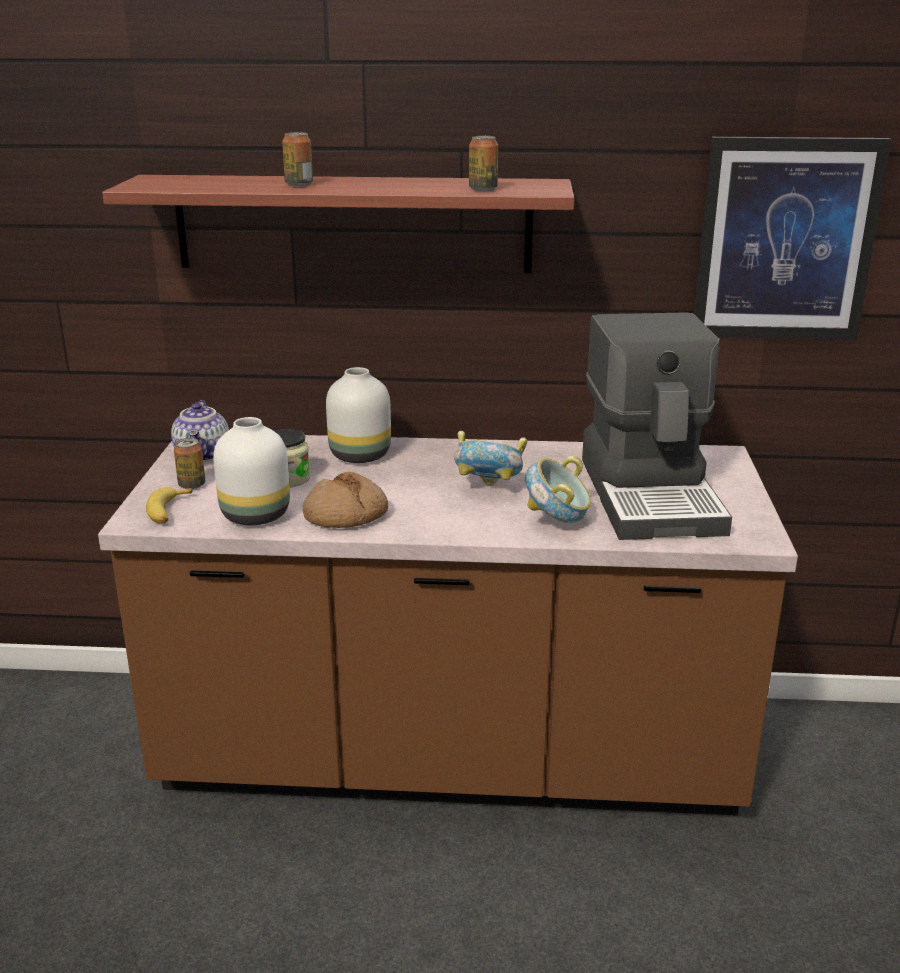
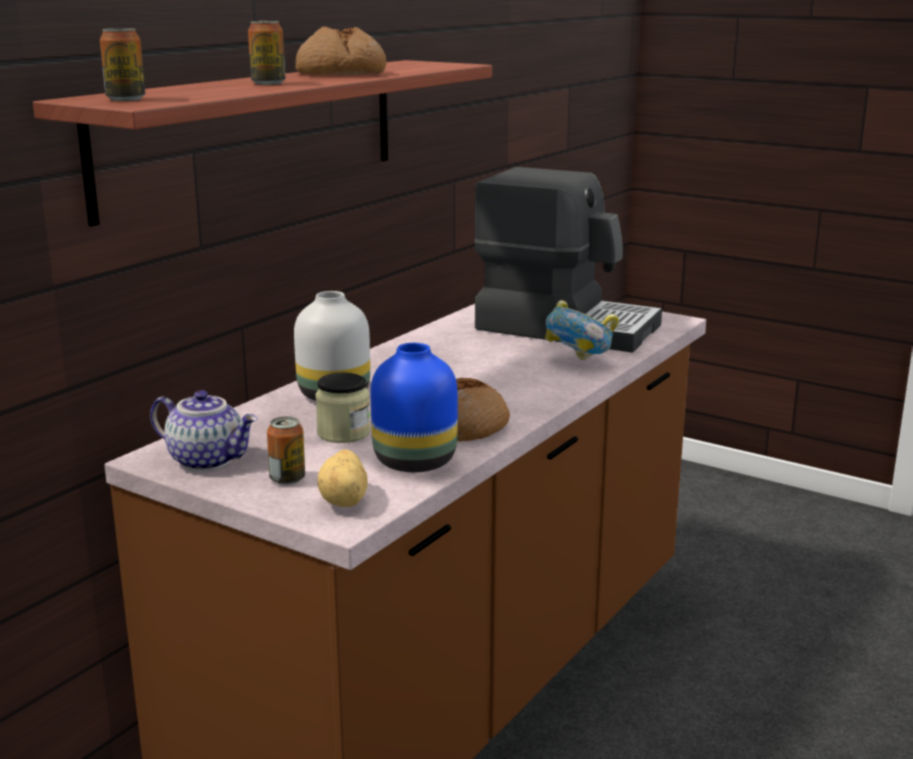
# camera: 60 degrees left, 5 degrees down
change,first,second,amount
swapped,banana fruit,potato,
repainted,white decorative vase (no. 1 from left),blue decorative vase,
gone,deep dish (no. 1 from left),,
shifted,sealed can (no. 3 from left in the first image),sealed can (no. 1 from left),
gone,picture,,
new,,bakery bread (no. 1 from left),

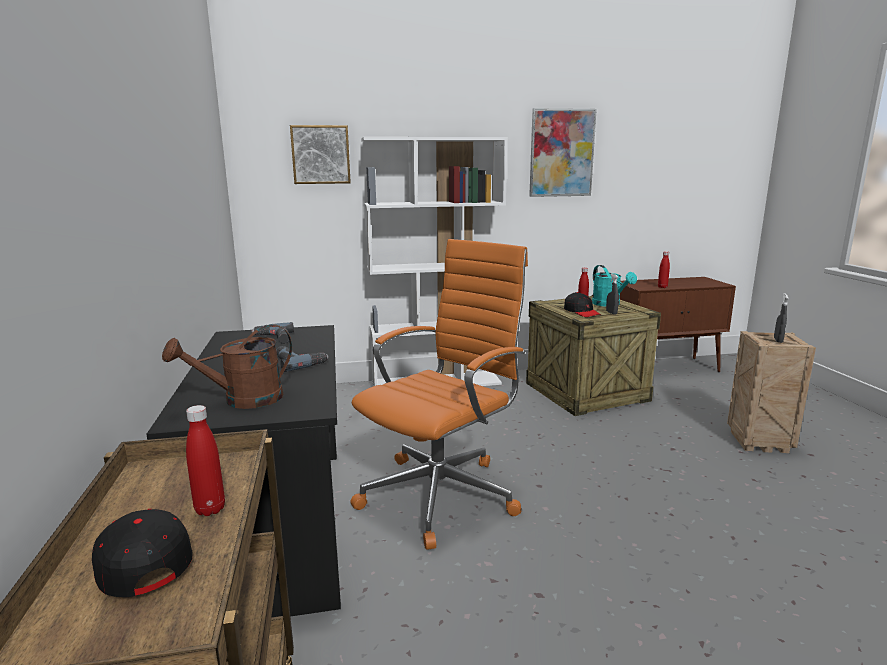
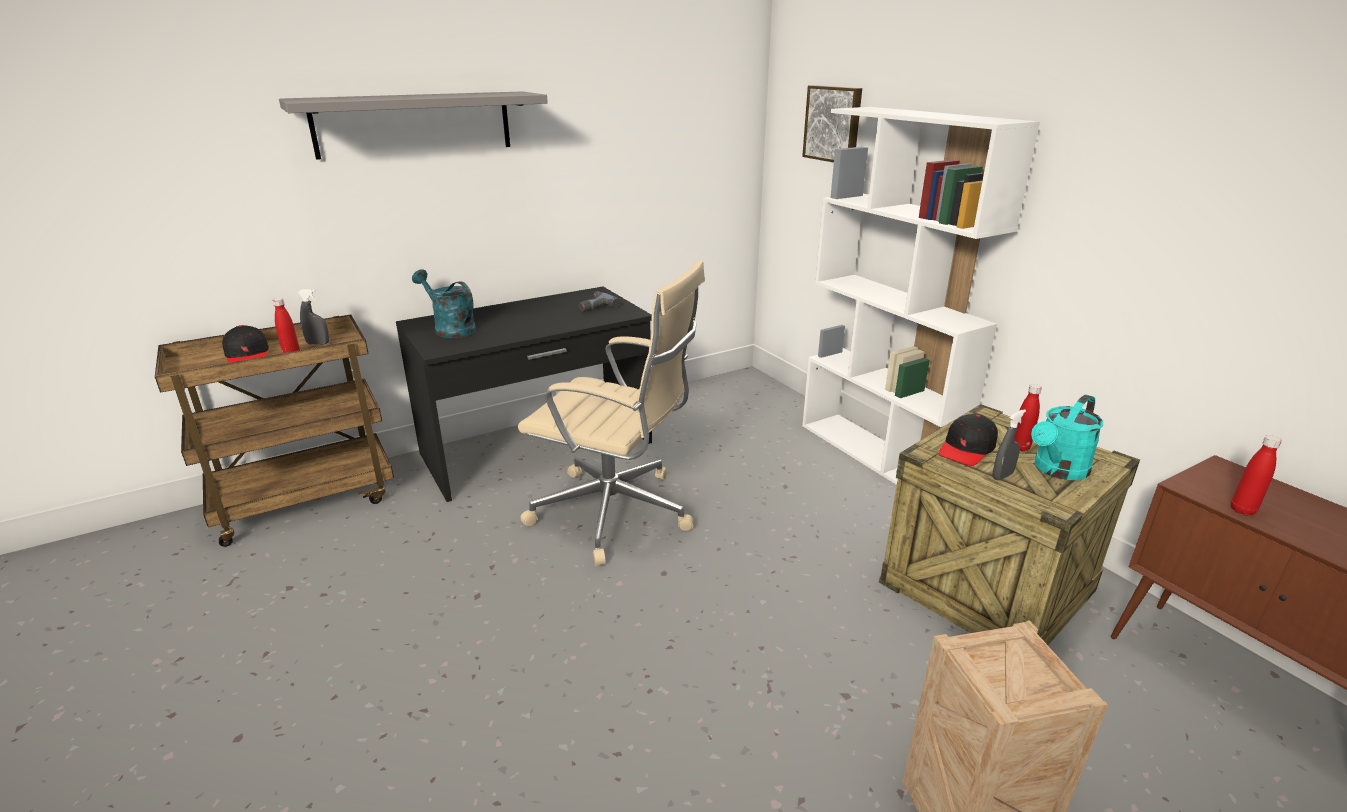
# camera: 70 degrees right, 10 degrees up
change,first,second,amount
rotated,black peaked cap (no. 1 from left),,120 degrees clockwise
repainted,brownish sprinkling can,turquoise-coloured sprinkling can (no. 1 from left),
gone,electric drill (no. 2 from left),,
repainted,orangey office chair,beige-coloured office chair,
gone,picture (no. 2 from left),,
shifted,grey sprayer (no. 2 from left in the first image),grey sprayer (no. 1 from left),
new,,grey shelf,

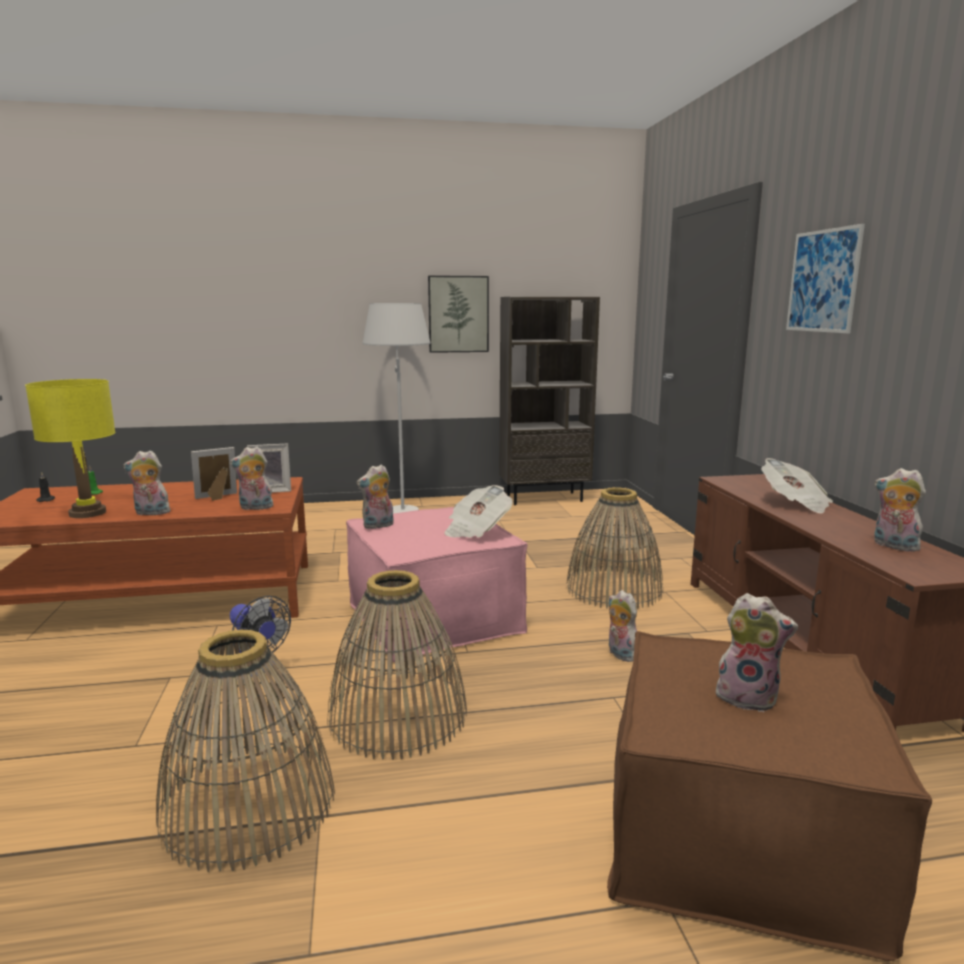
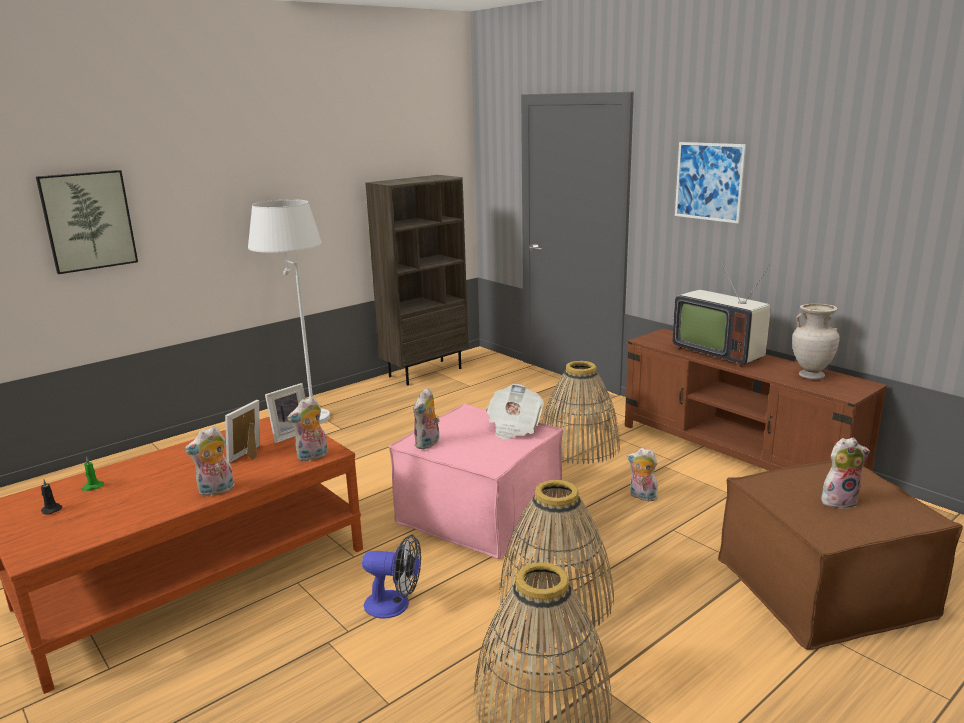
# camera: 30 degrees left, 5 degrees up
change,first,second,amount
gone,yellow-coloured tabletop lamp,,
shifted,picture (no. 1 from left),,
swapped,printed paper (no. 2 from left),TV set,
swapped,plush toy (no. 6 from left),beige-coloured decorative vase,

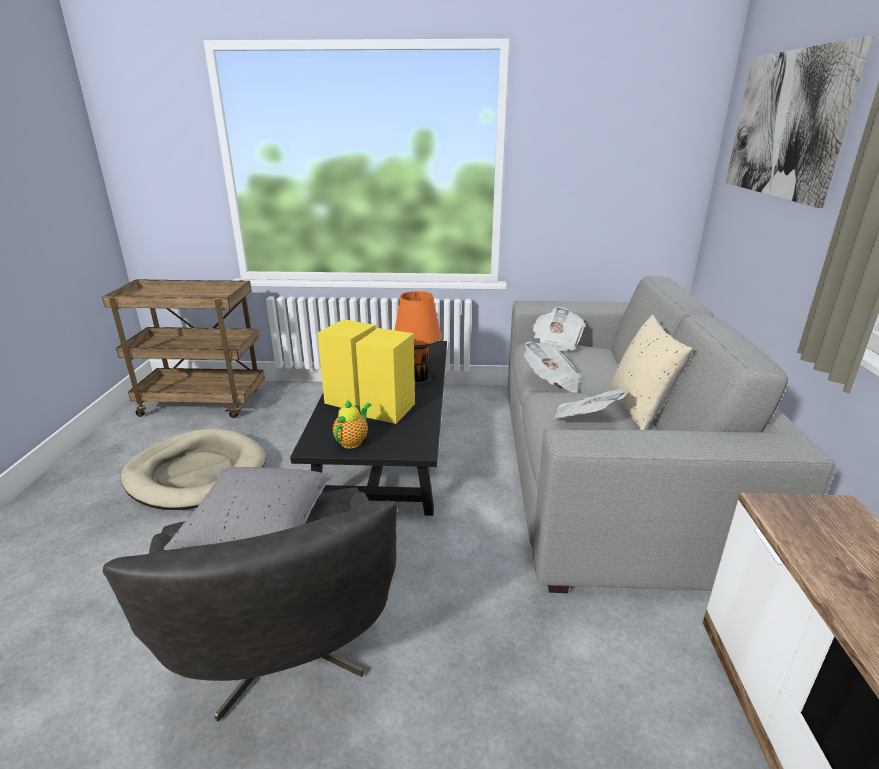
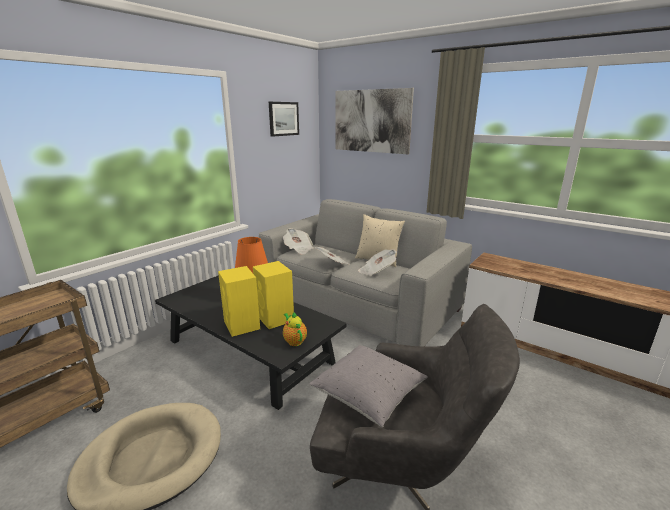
# camera: 55 degrees left, 5 degrees down
change,first,second,amount
new,,picture (no. 1 from left),

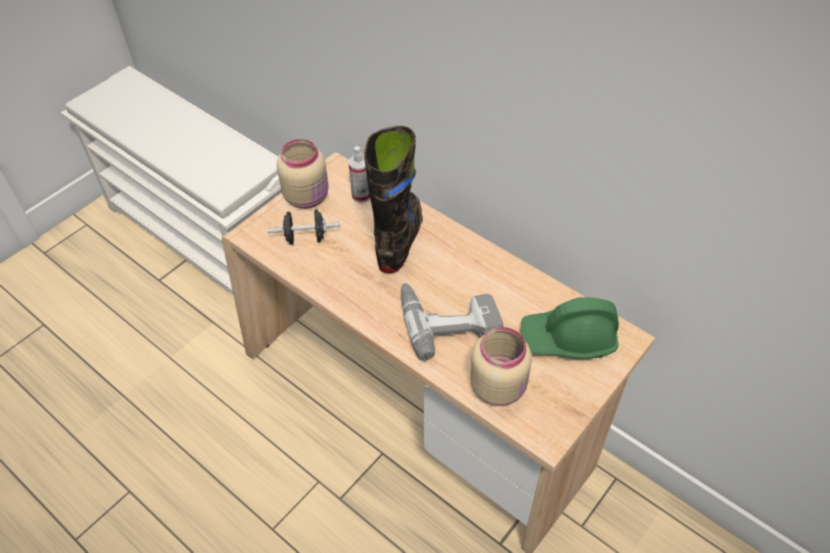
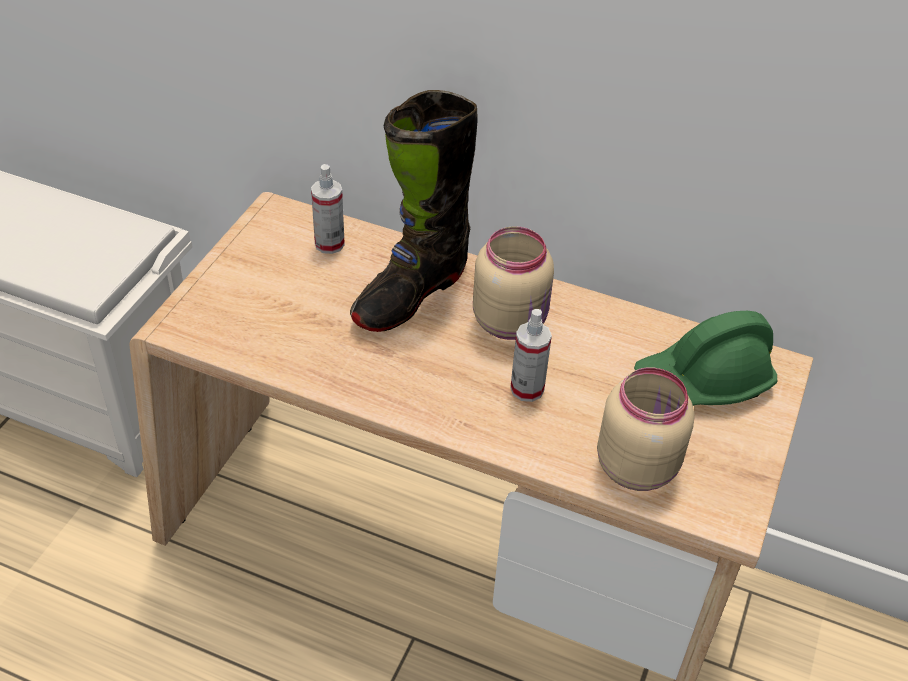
# camera: 20 degrees left, 5 degrees down
change,first,second,amount
gone,black dumbbell,,
shifted,beige-coloured jar (no. 1 from left),,
rotated,black boot,,135 degrees counterclockwise
swapped,electric drill,sprayer (no. 2 from left),

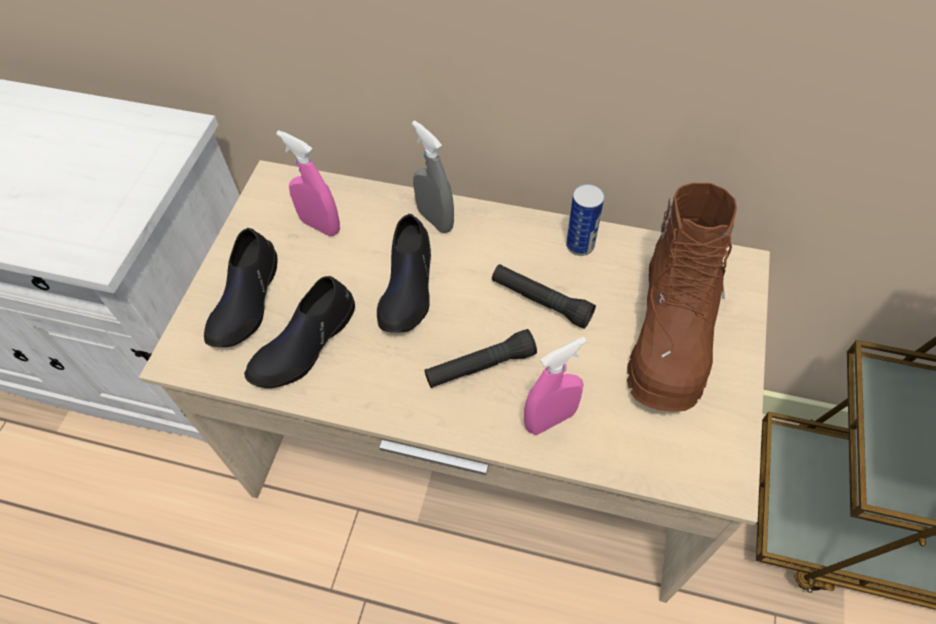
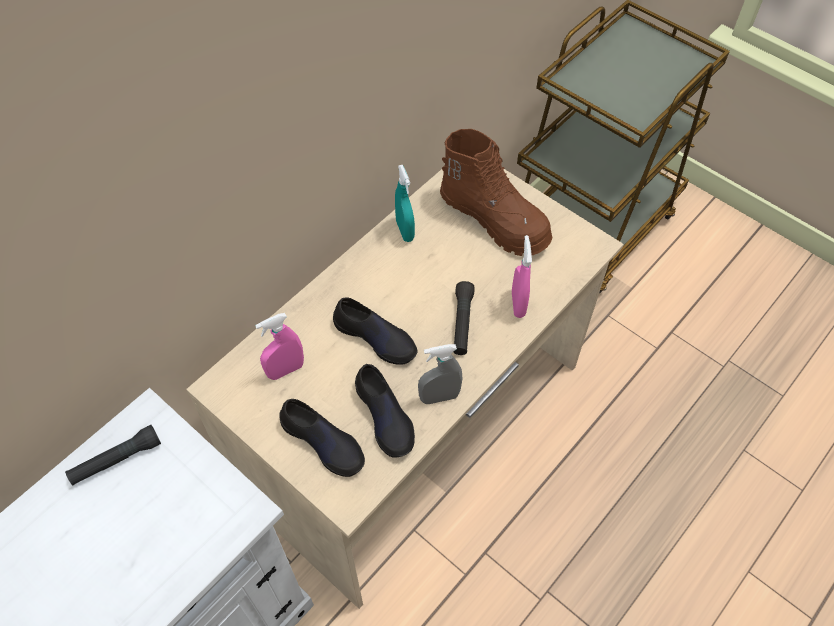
# camera: 65 degrees left, 0 degrees up
change,first,second,amount
shifted,grey sprayer,,
shifted,black hand torch (no. 2 from left in the first image),black hand torch (no. 1 from left),
swapped,sealed can,turquoise-coloured sprayer,

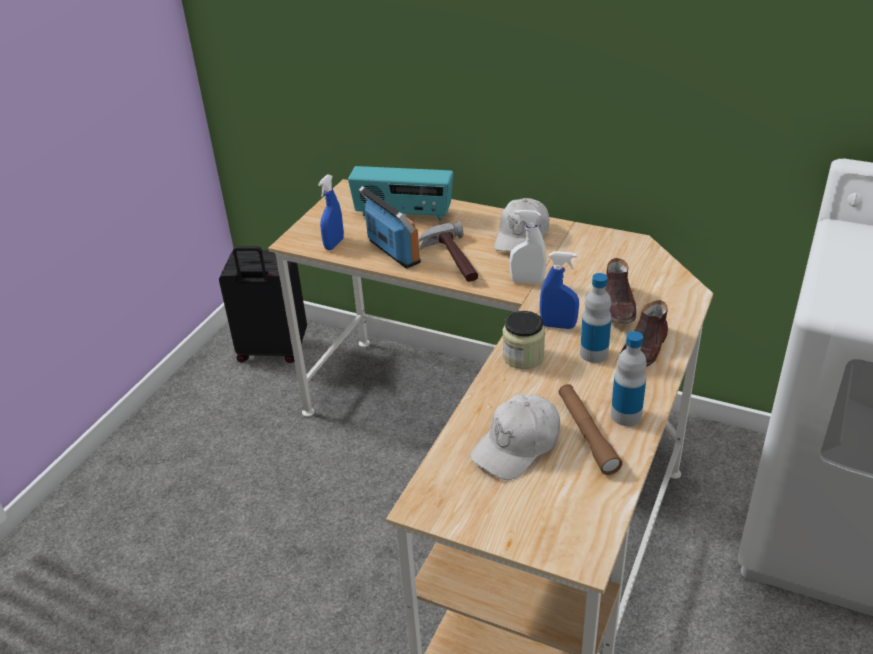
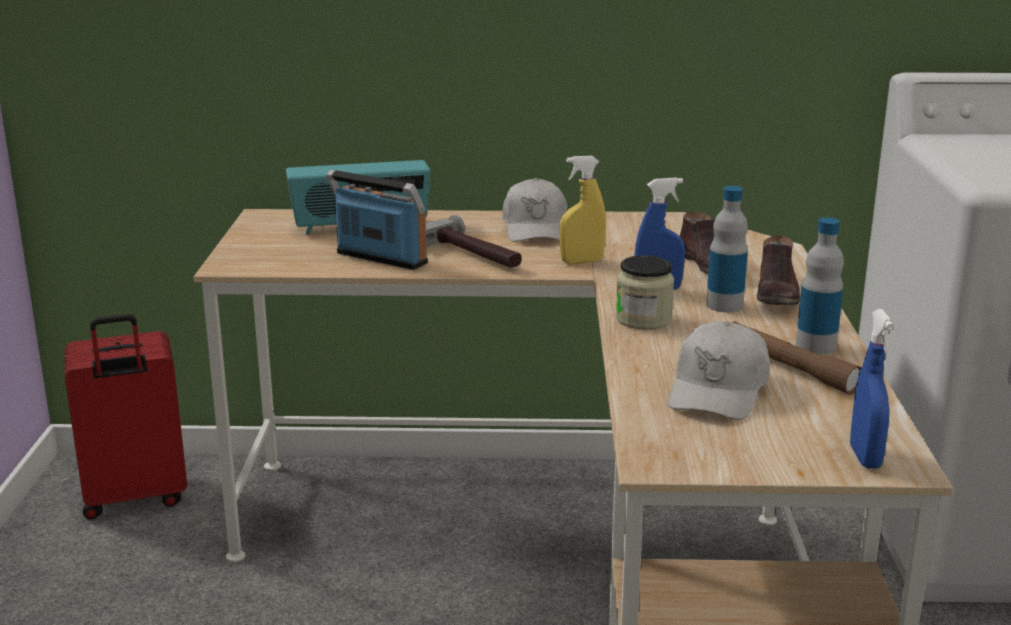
# camera: 25 degrees left, 15 degrees down
change,first,second,amount
repainted,black travel case,red-coloured travel case,
shifted,blue sprayer (no. 1 from left in the first image),blue sprayer (no. 2 from left),
repainted,white sprayer,yellow-coloured sprayer,

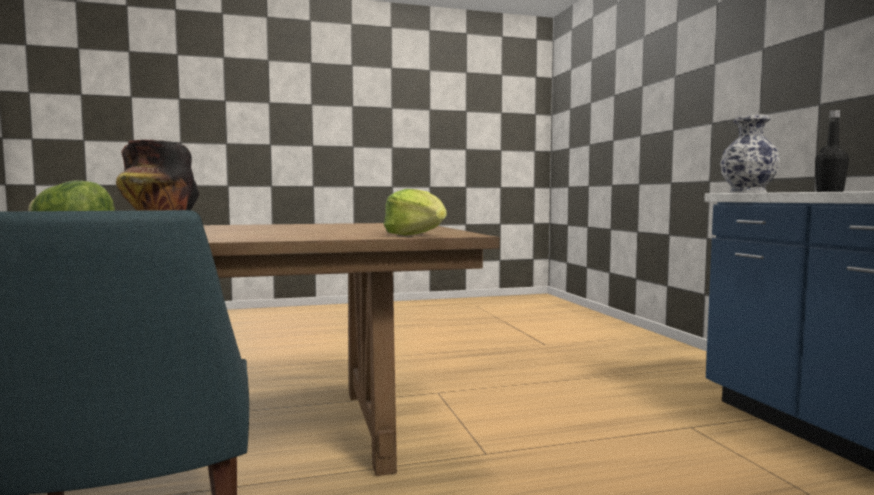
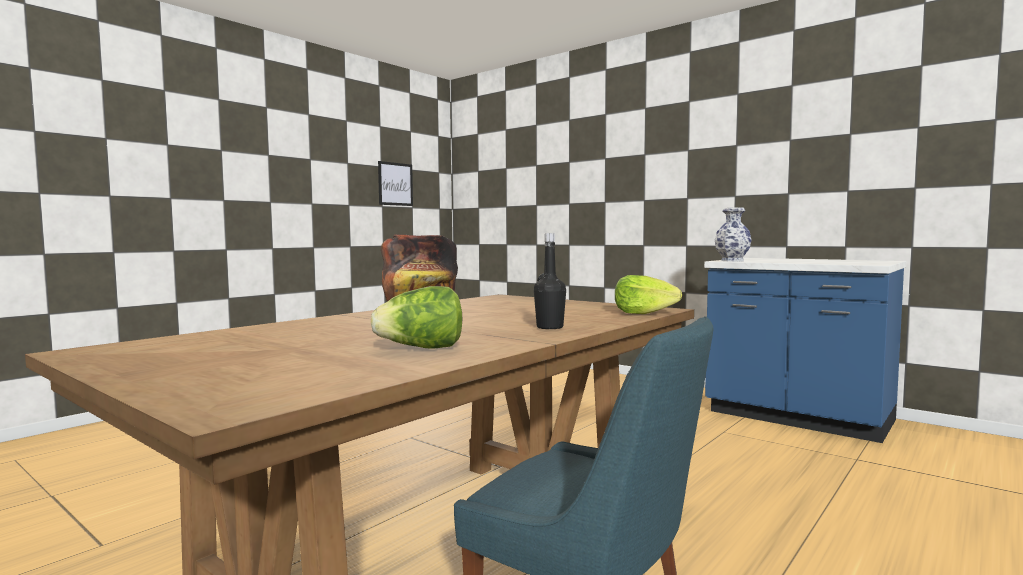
# camera: 35 degrees left, 0 degrees up
change,first,second,amount
shifted,black bottle,,
new,,picture,

